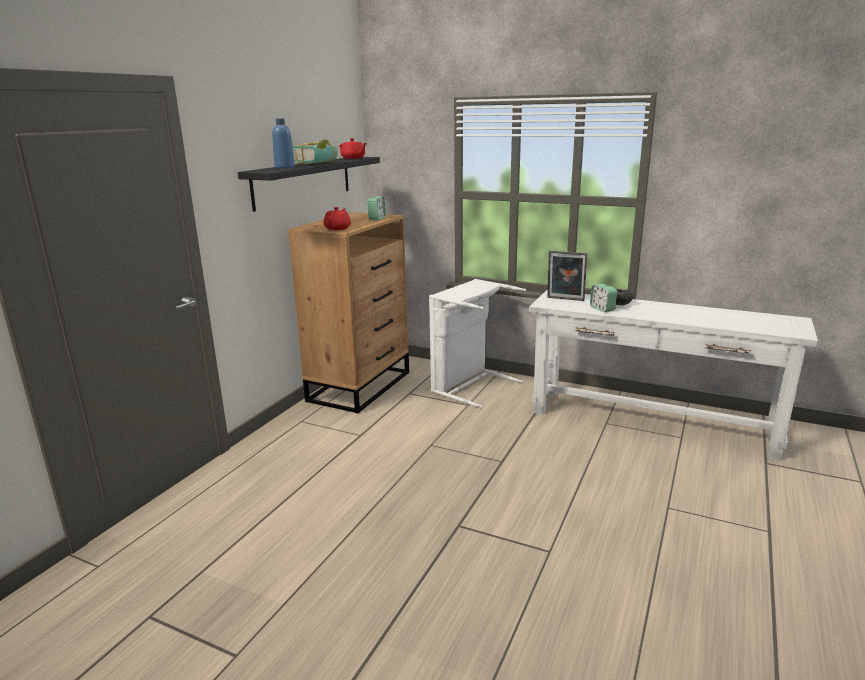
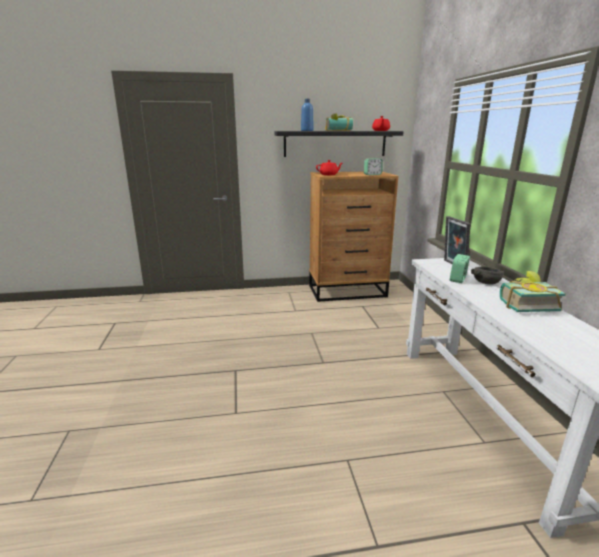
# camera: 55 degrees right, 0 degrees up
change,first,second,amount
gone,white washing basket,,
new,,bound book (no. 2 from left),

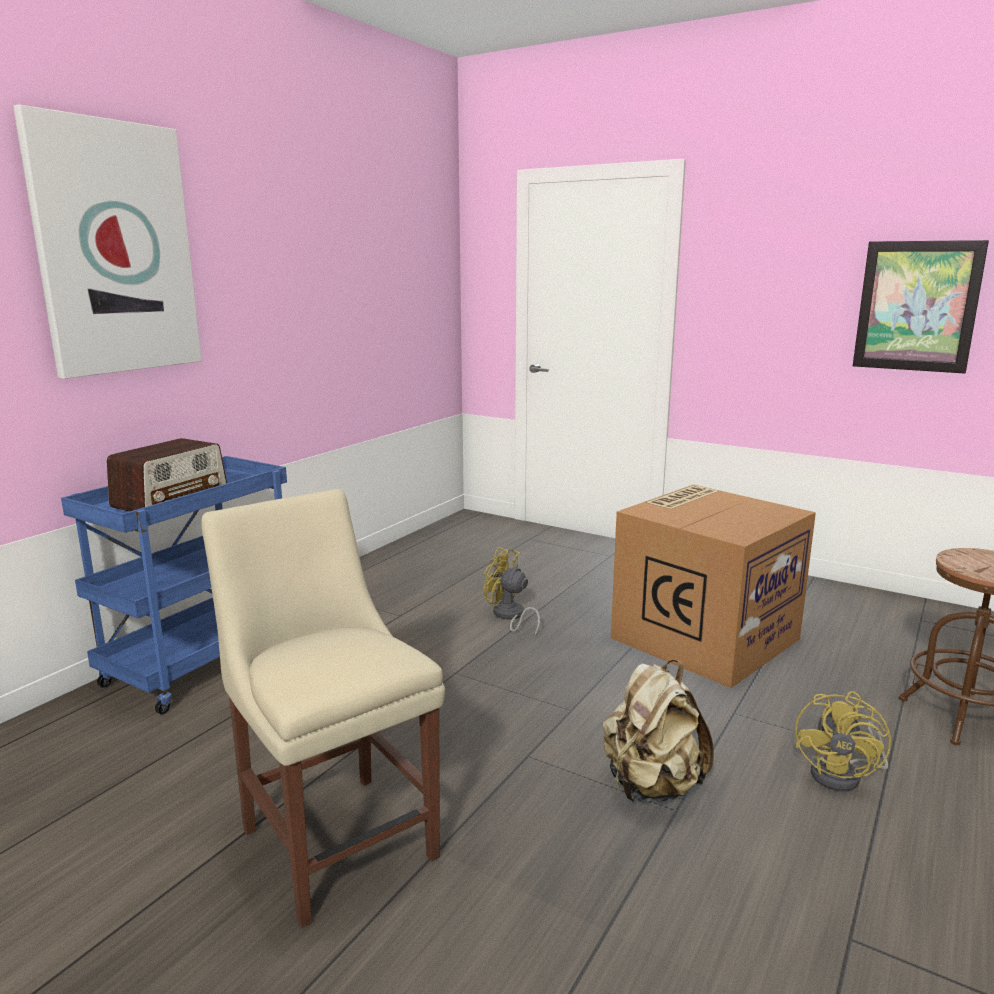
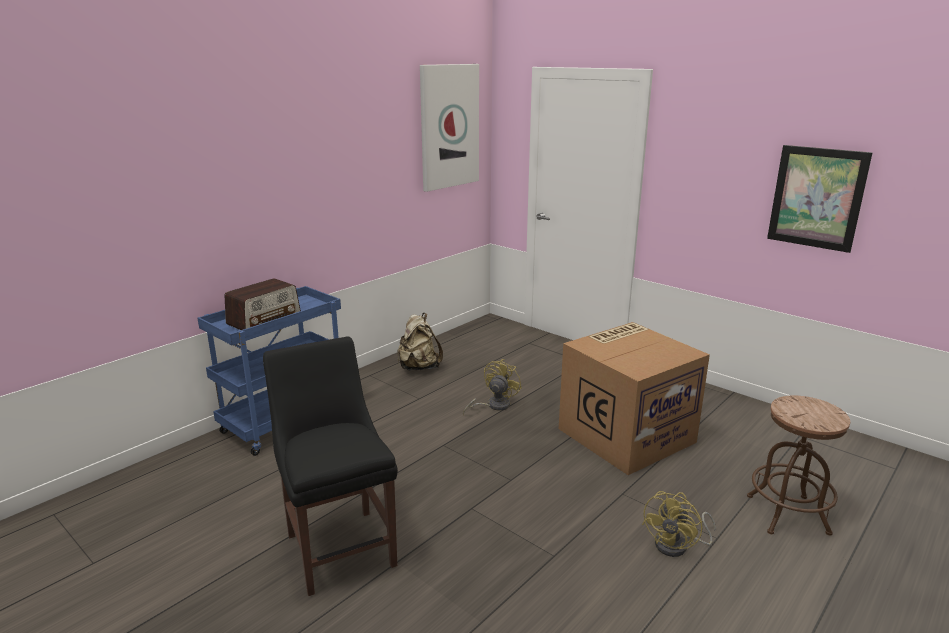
# camera: 10 degrees right, 5 degrees up
change,first,second,amount
shifted,picture (no. 1 from left),,
repainted,beige-coloured plain chair,black plain chair,
rotated,yellow-coloured fan (no. 1 from left),,75 degrees clockwise
shifted,beige-coloured backpack,,

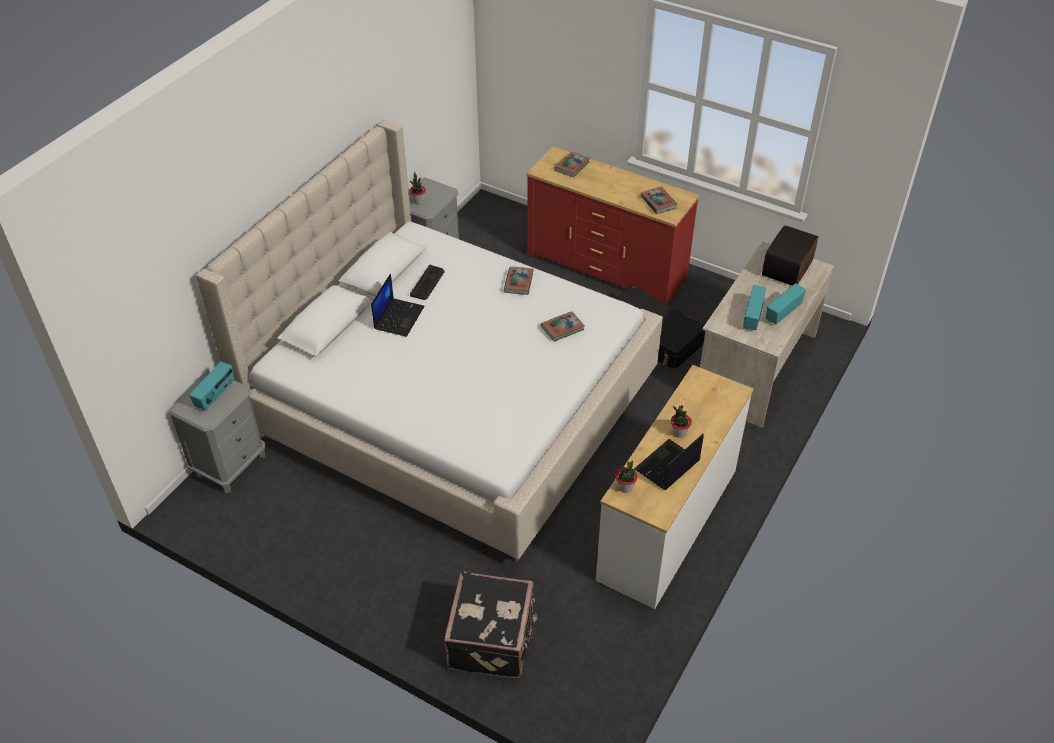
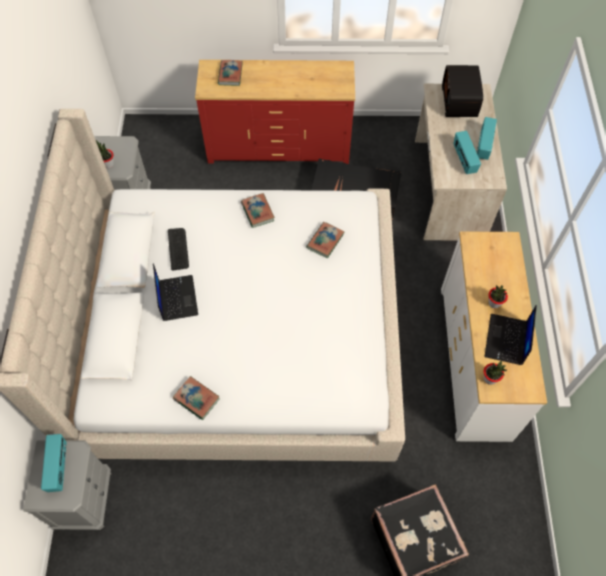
# camera: 30 degrees left, 15 degrees up
change,first,second,amount
shifted,bound book (no. 4 from left in the first image),bound book (no. 1 from left),

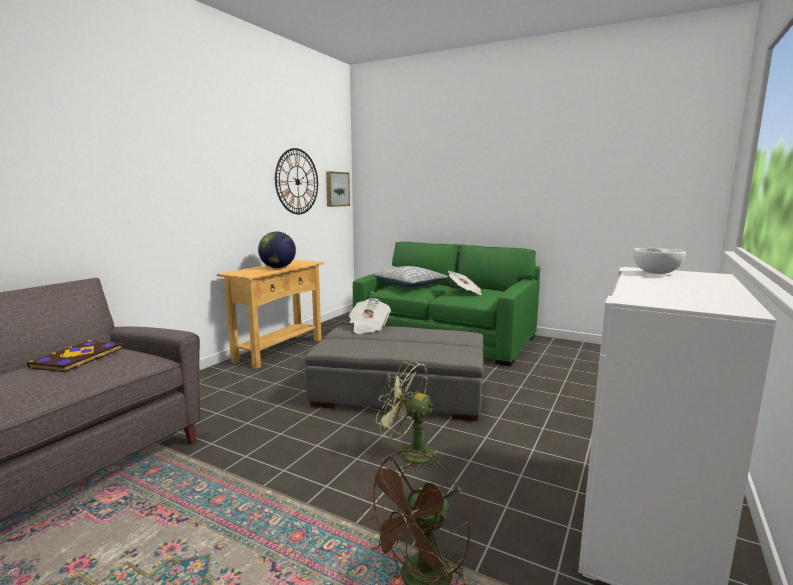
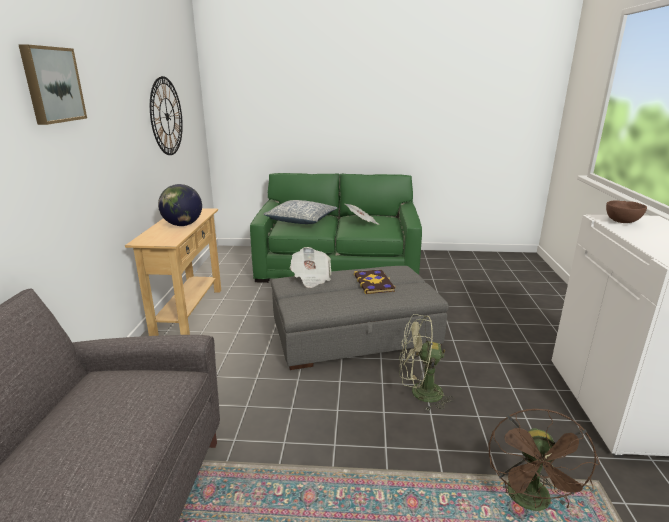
# camera: 25 degrees left, 10 degrees up
change,first,second,amount
shifted,bound book,,
shifted,picture,,
repainted,white deep dish,brownish deep dish,

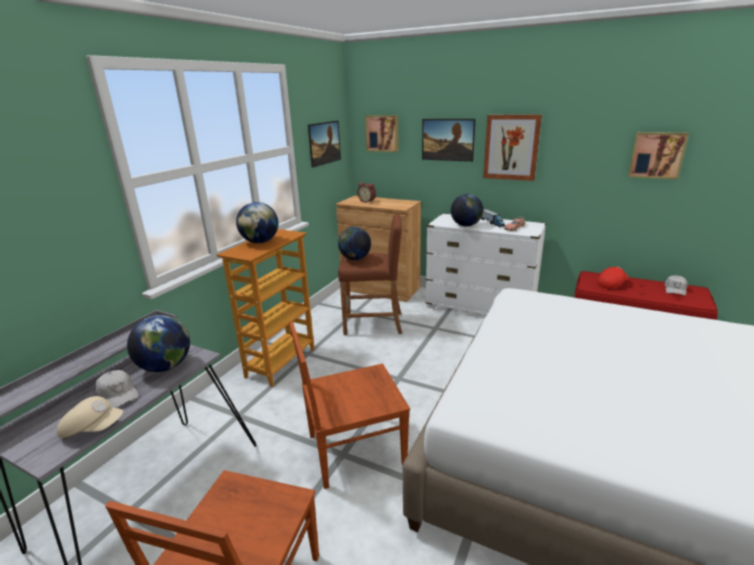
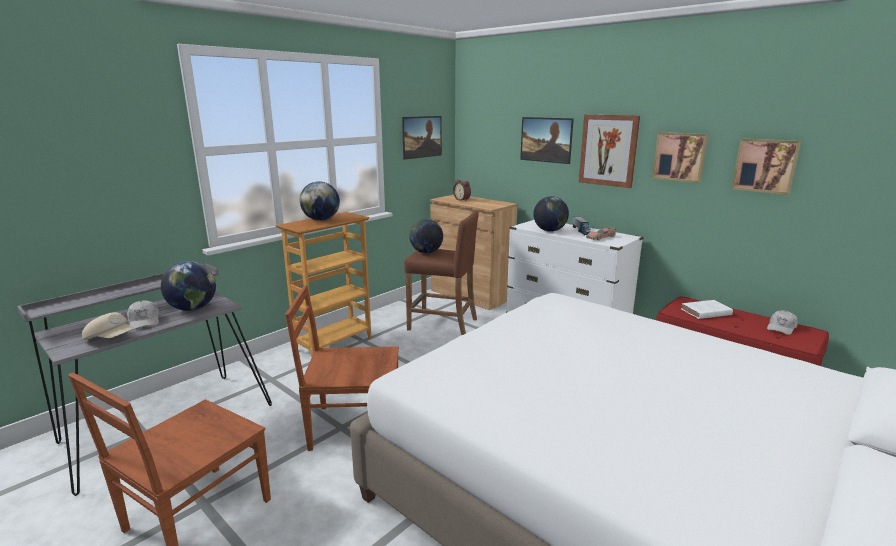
# camera: 15 degrees right, 5 degrees down
change,first,second,amount
shifted,picture (no. 2 from left in the first image),picture (no. 4 from left),
swapped,red-coloured peaked cap,white bound book,

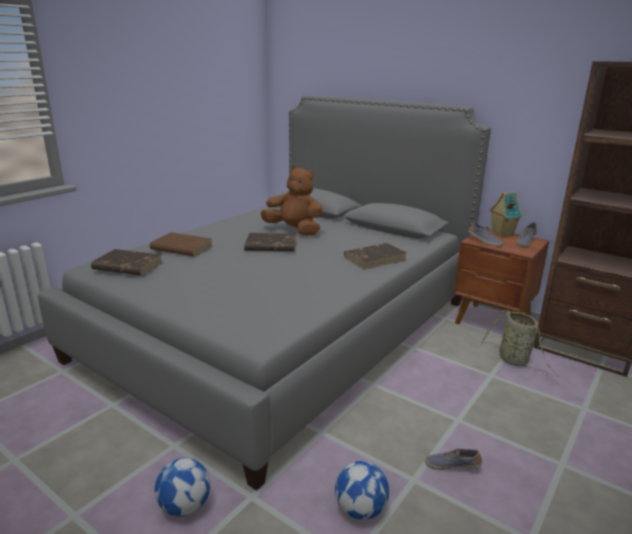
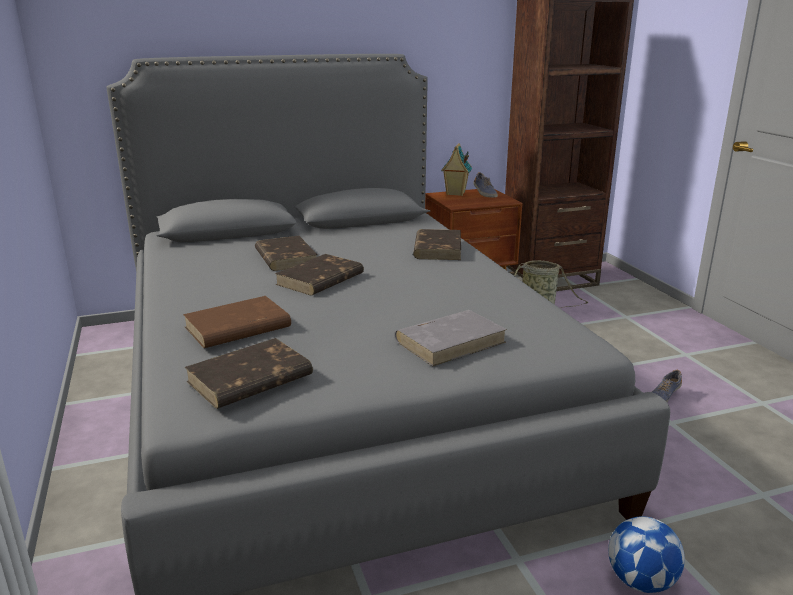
# camera: 55 degrees left, 0 degrees up
change,first,second,amount
swapped,brownish plush toy,brownish bound book (no. 3 from left),
gone,football (no. 2 from left),,
gone,shoe (no. 2 from left),,
new,,grey bound book,

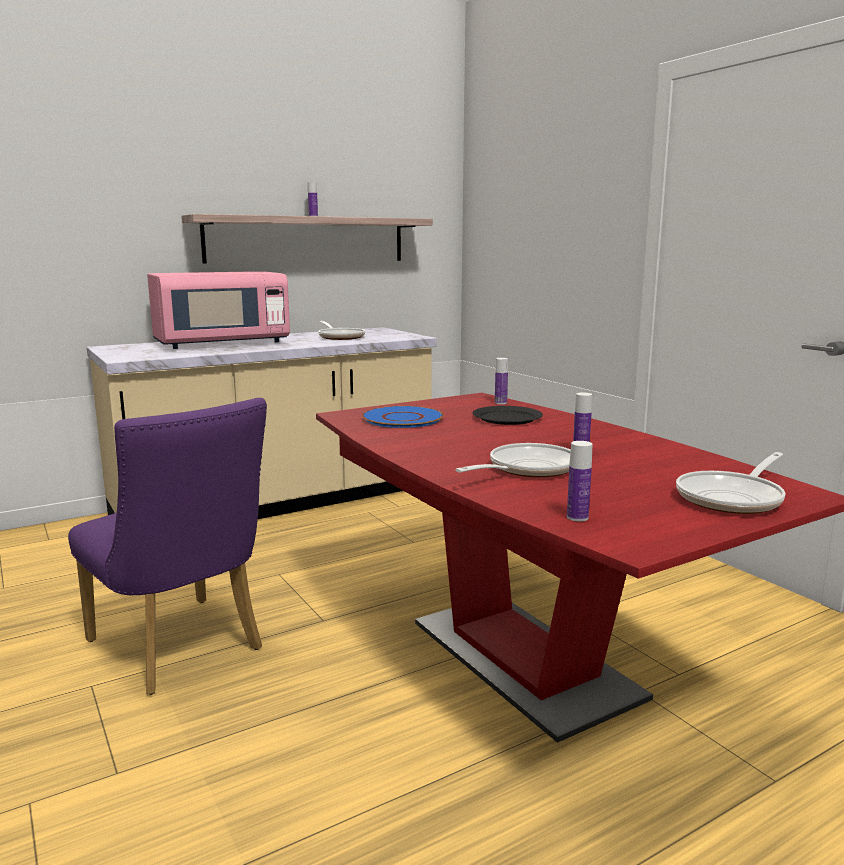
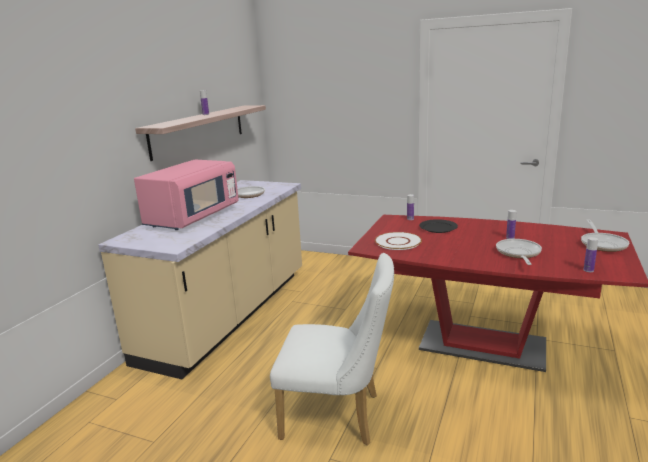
# camera: 35 degrees left, 5 degrees up
change,first,second,amount
repainted,purple plain chair,white plain chair,
repainted,blue plate,white plate,

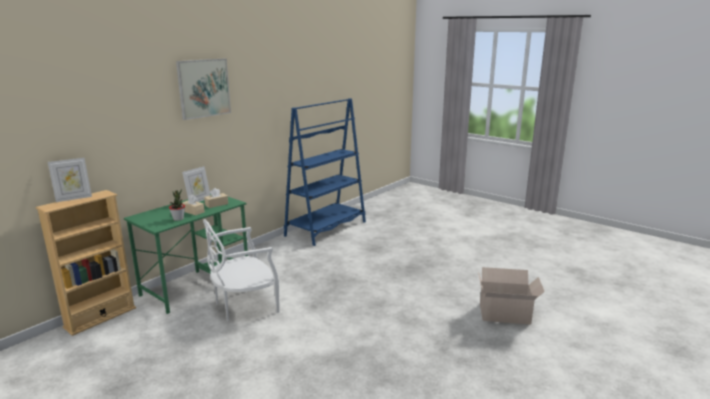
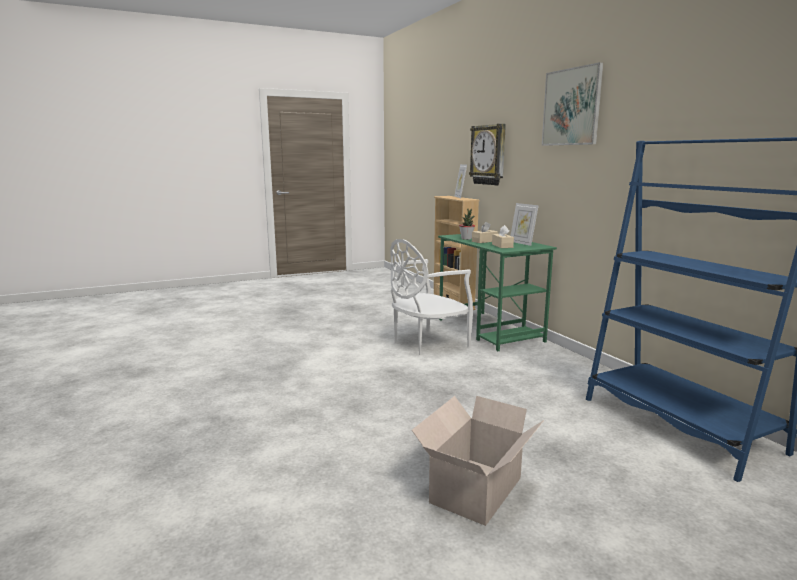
# camera: 115 degrees right, 5 degrees down
change,first,second,amount
rotated,white plain chair,,120 degrees counterclockwise
shifted,packing box,,
new,,wall clock,

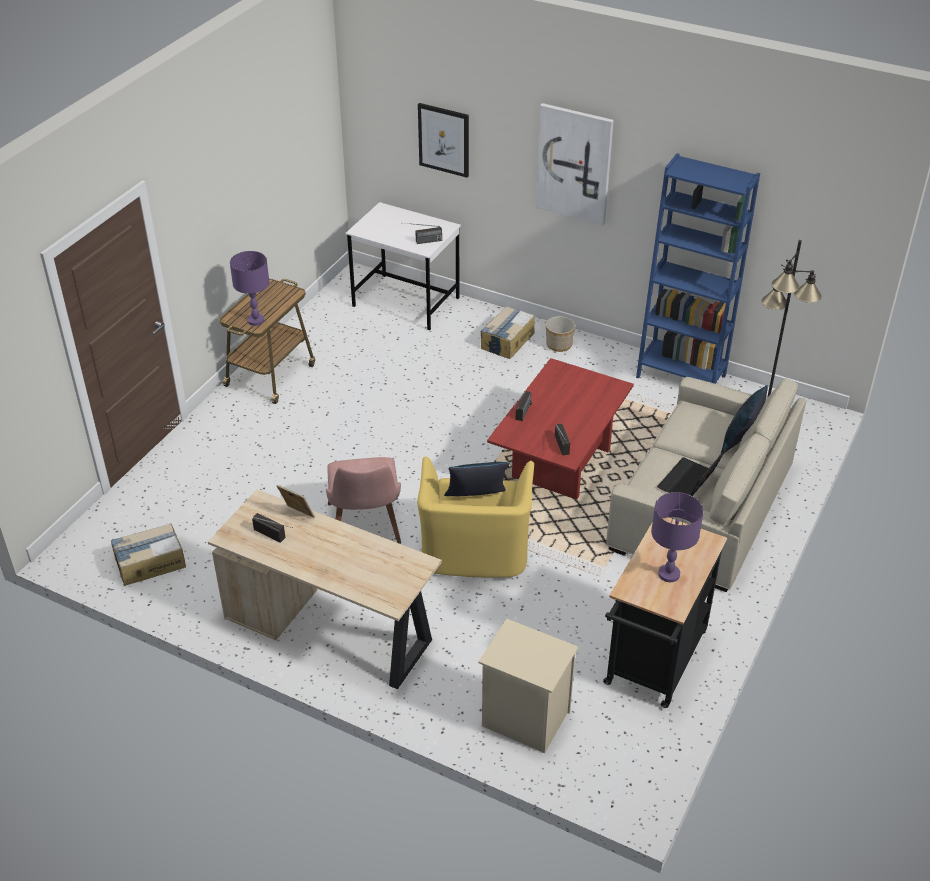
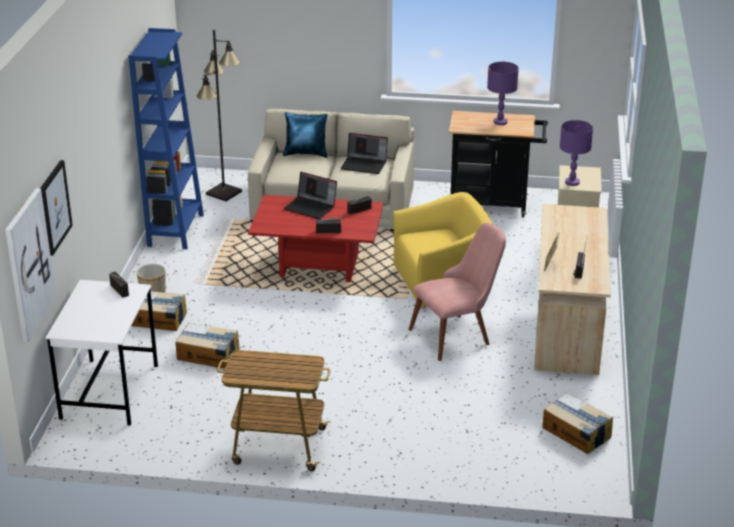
# camera: 110 degrees left, 10 degrees down
change,first,second,amount
shifted,purple tabletop lamp (no. 1 from left in the first image),purple tabletop lamp (no. 2 from left),
gone,blue throw pillow (no. 1 from left),,
shifted,picture (no. 2 from left in the first image),picture (no. 1 from left),
new,,packing box (no. 2 from left),
new,,laptop (no. 1 from left),

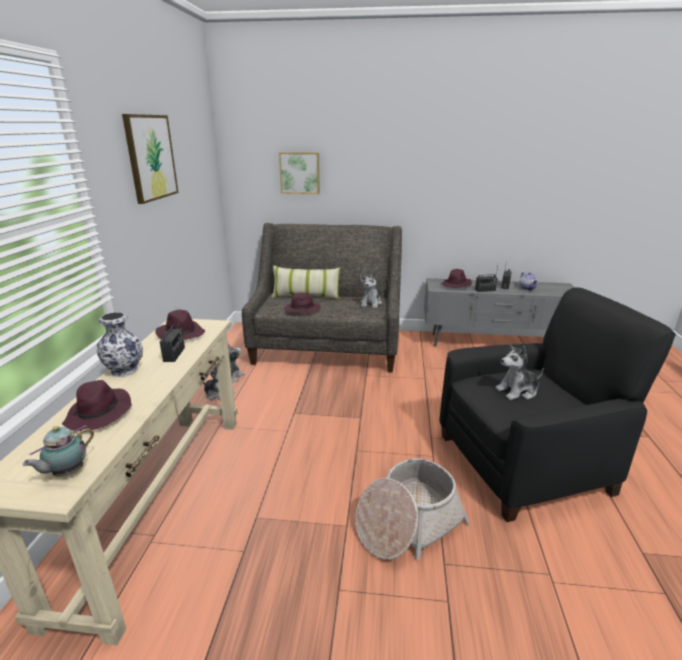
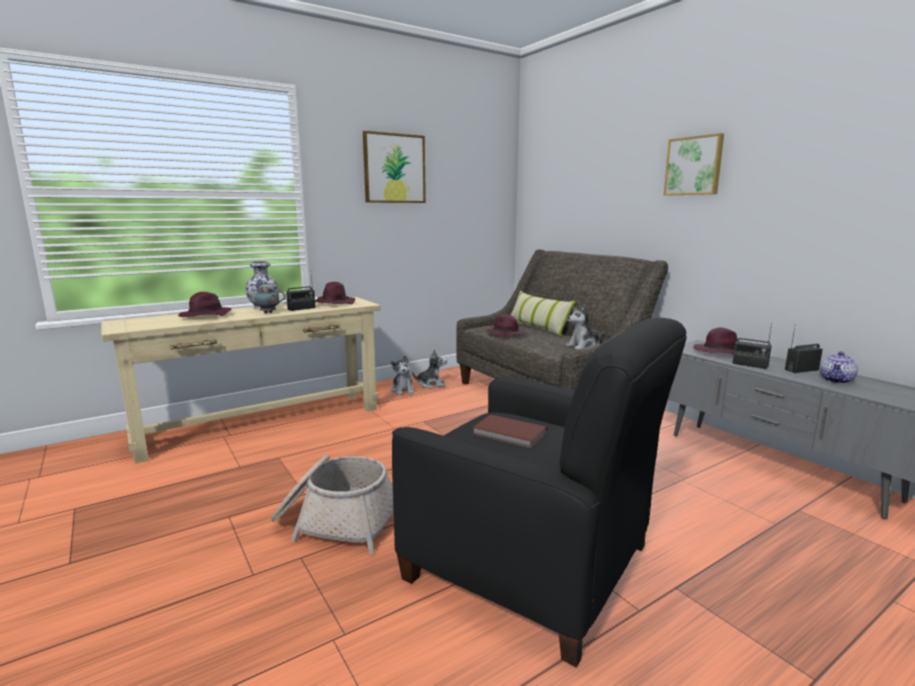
# camera: 50 degrees right, 10 degrees down
change,first,second,amount
shifted,pot for tea (no. 1 from left),,
shifted,picture (no. 2 from left),,
swapped,plush toy (no. 4 from left),brownish bound book,

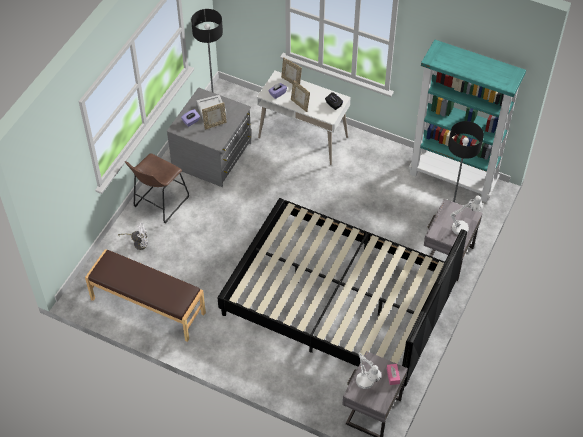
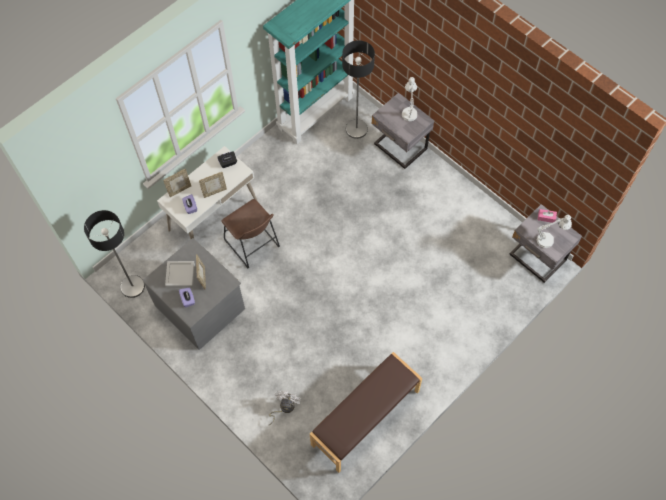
# camera: 70 degrees left, 10 degrees up
change,first,second,amount
shifted,brownish stool seat,,
gone,black bed,,

